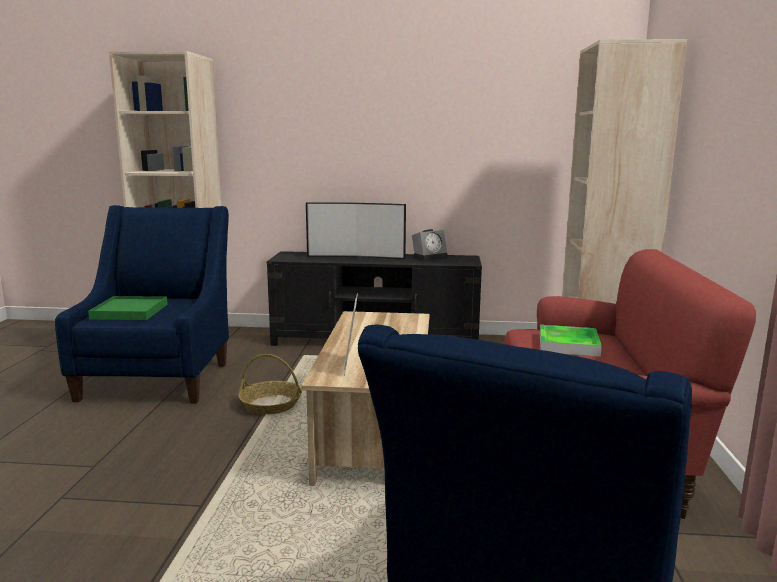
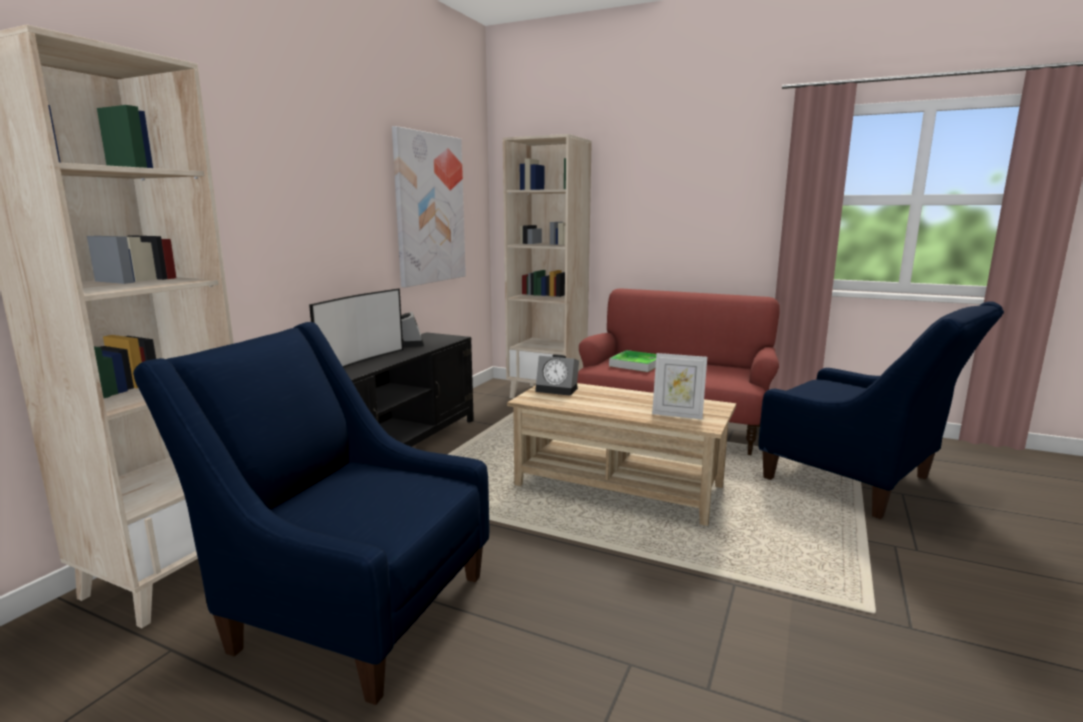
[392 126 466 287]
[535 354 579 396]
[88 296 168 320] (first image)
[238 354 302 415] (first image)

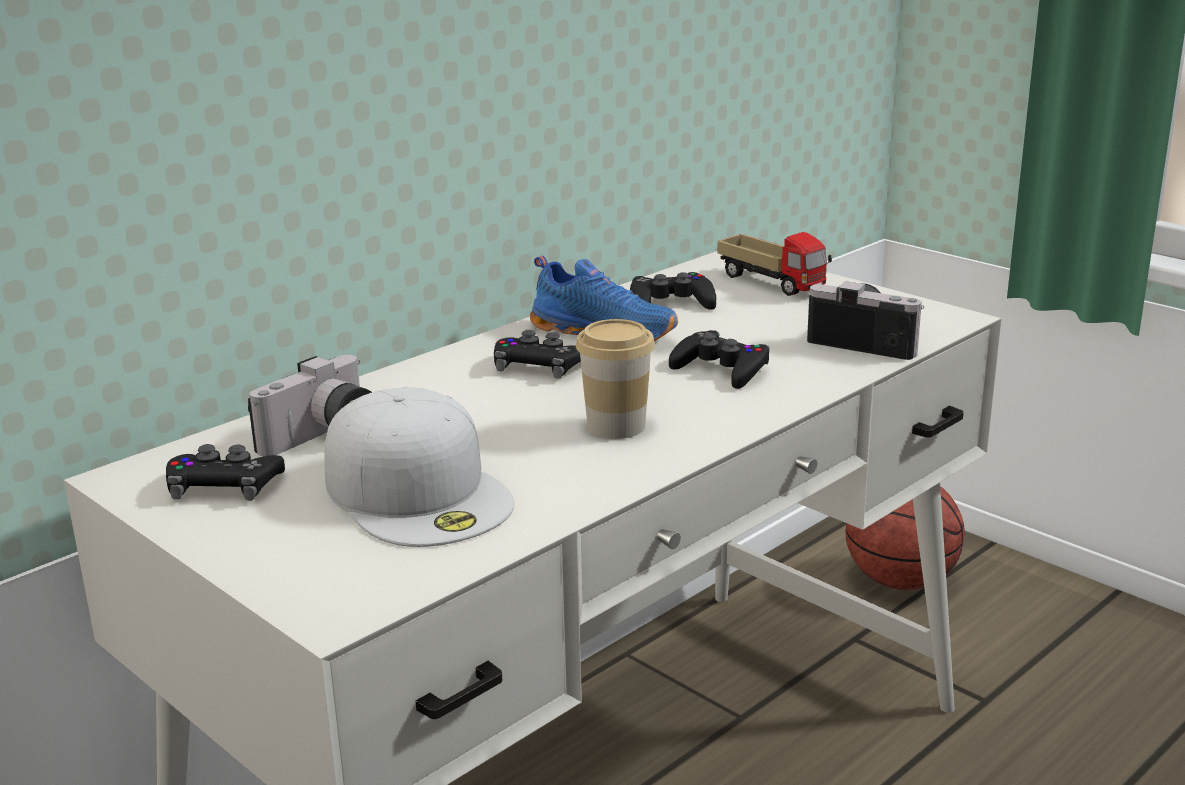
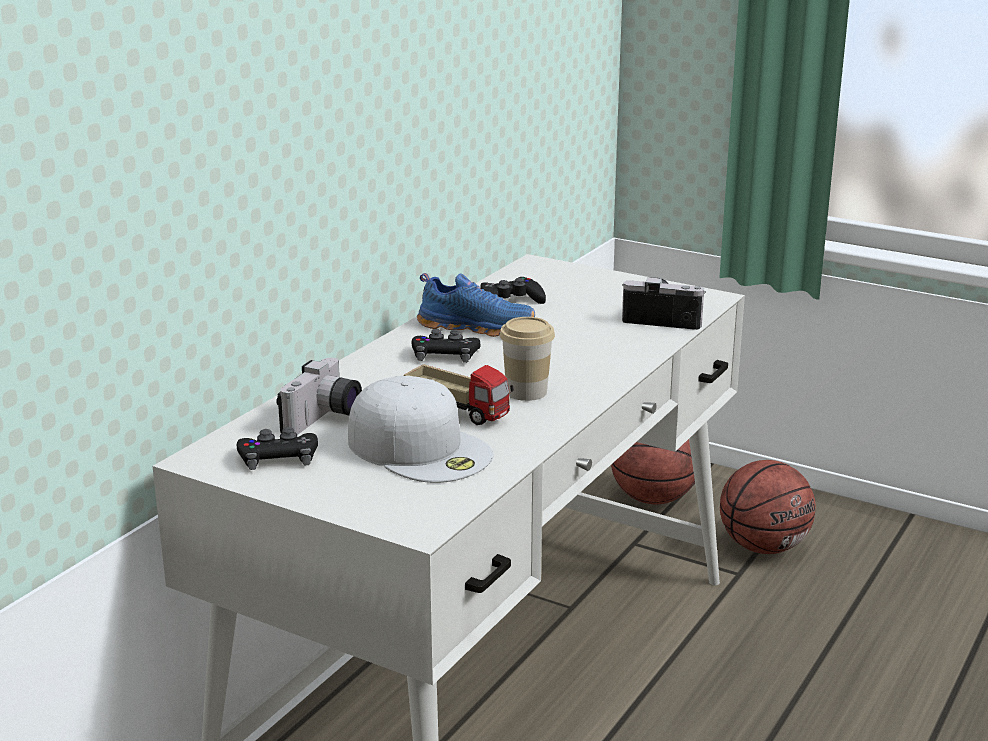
[404 364 514 425]
[720 460 816 554]
[669 330 770 389] (first image)

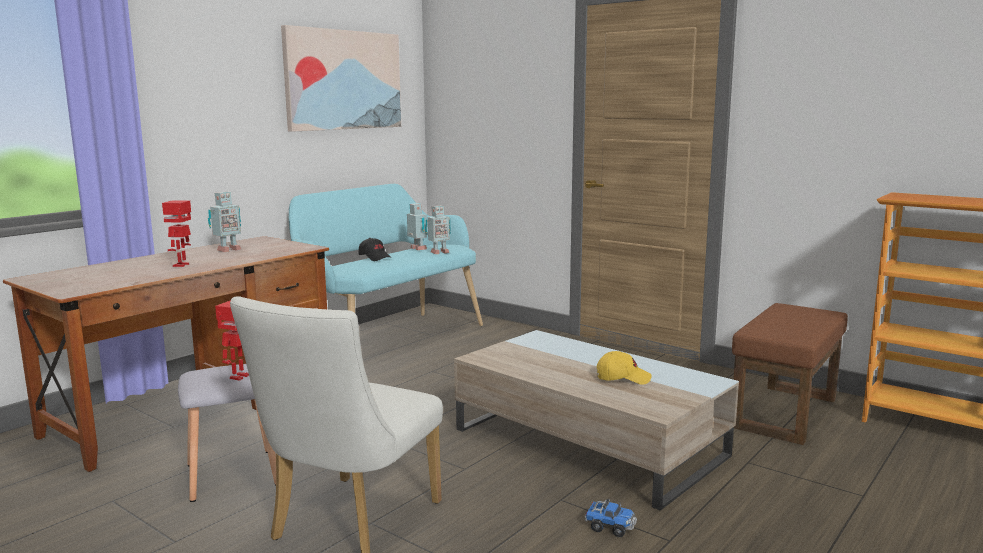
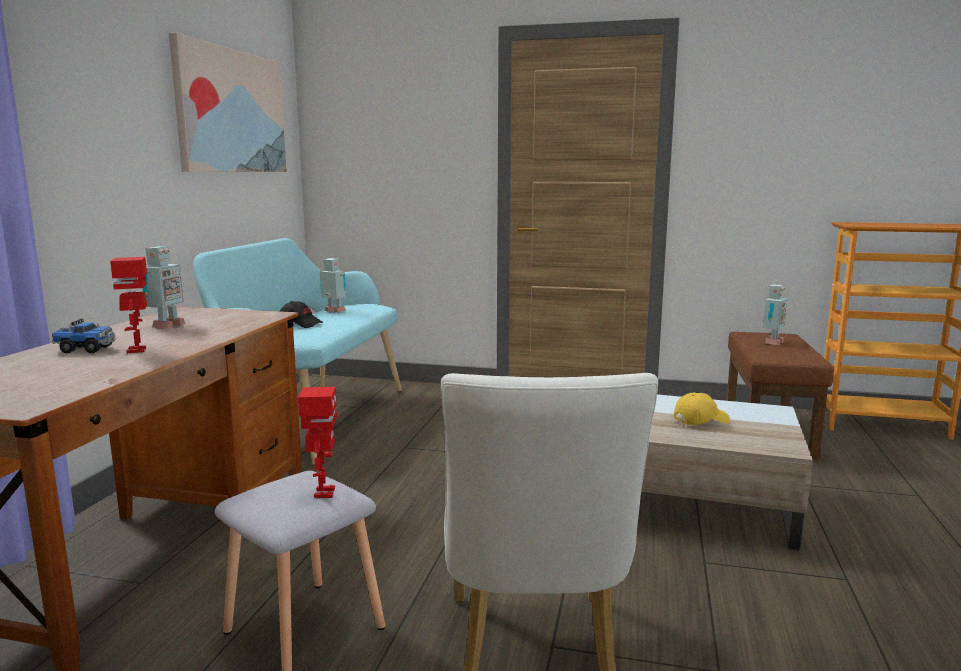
[52 319 116 353]
[763 285 787 345]

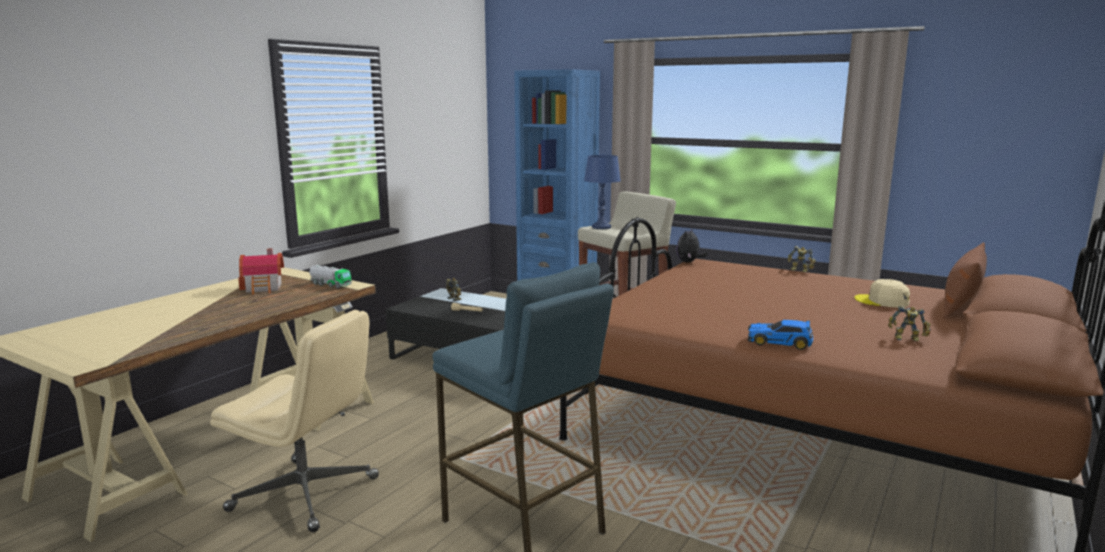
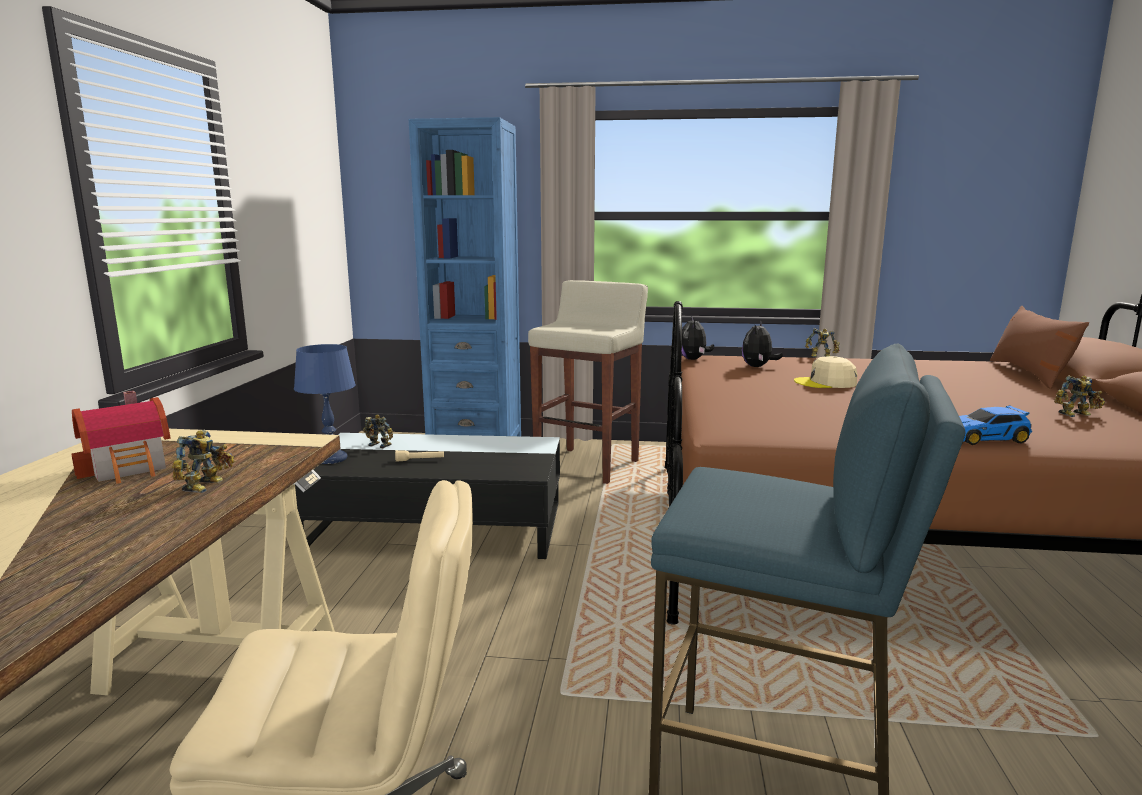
[172 430 234 493]
[294 344 356 464]
[742 321 783 367]
[794 356 858 388]
[309 265 352 289] (first image)

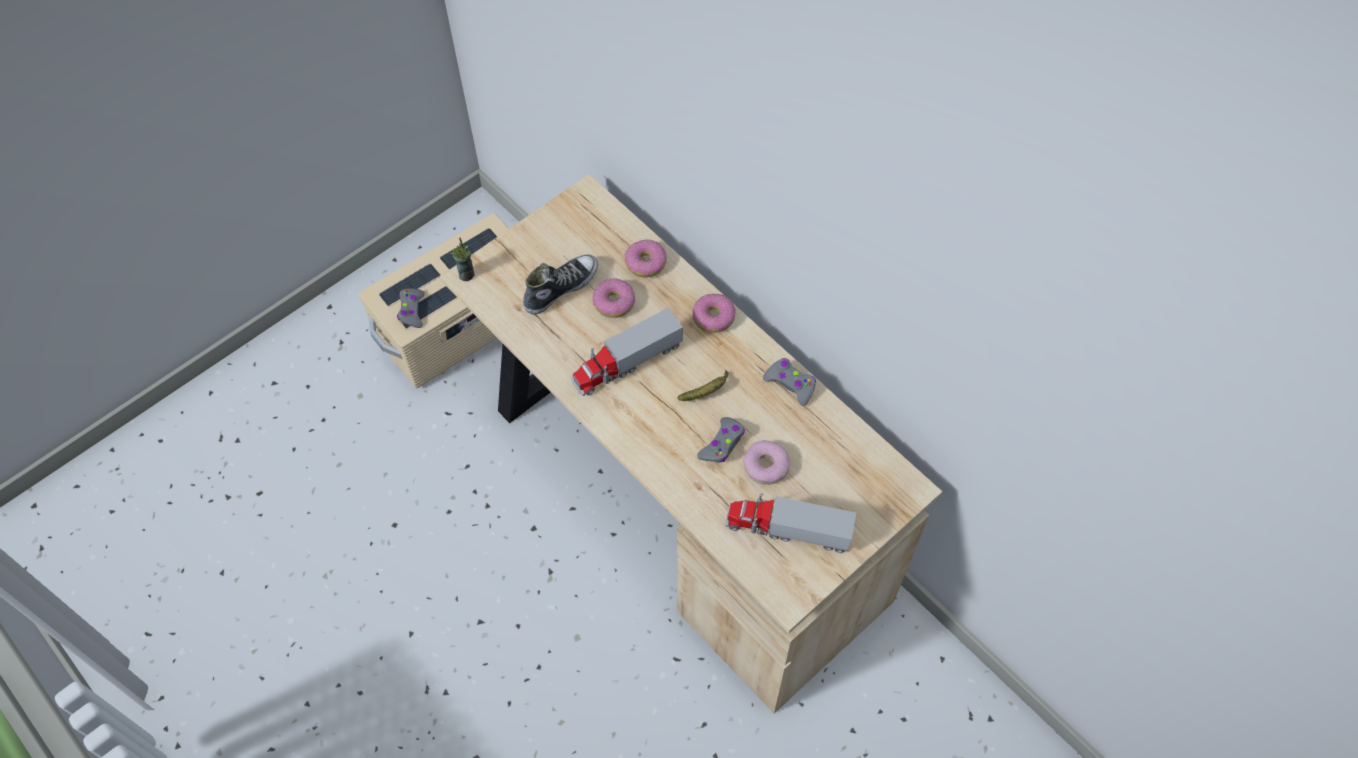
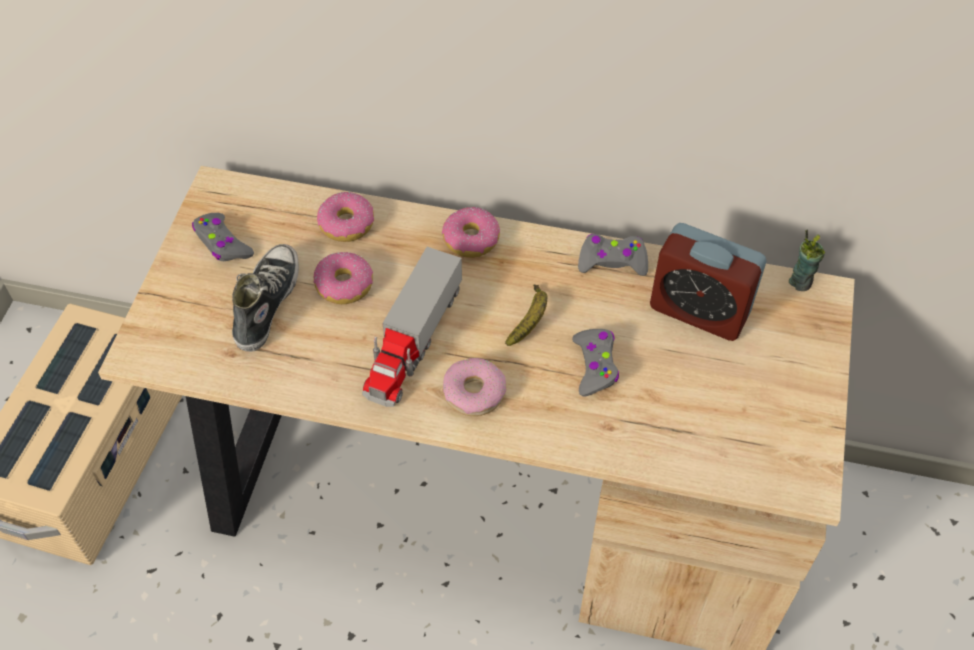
[192 213 254 261]
[443 358 506 416]
[650 223 767 341]
[789 230 825 291]
[725 493 856 553] (first image)

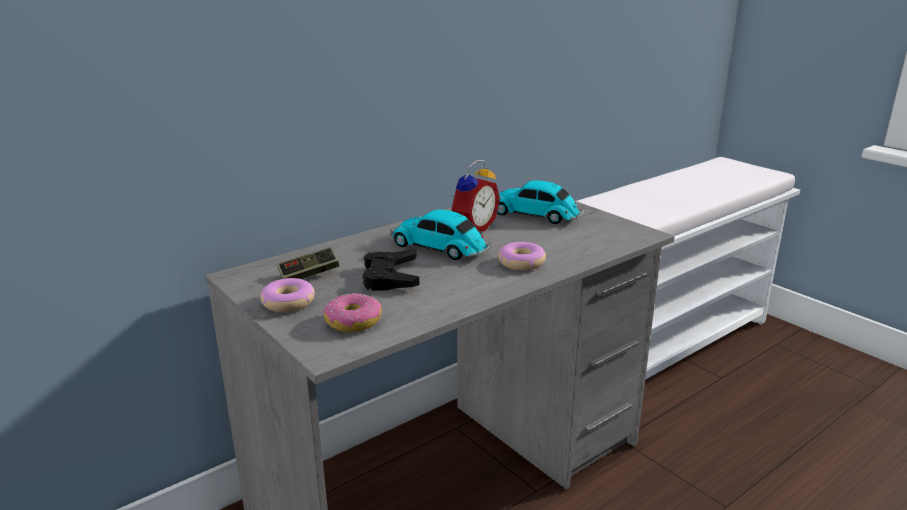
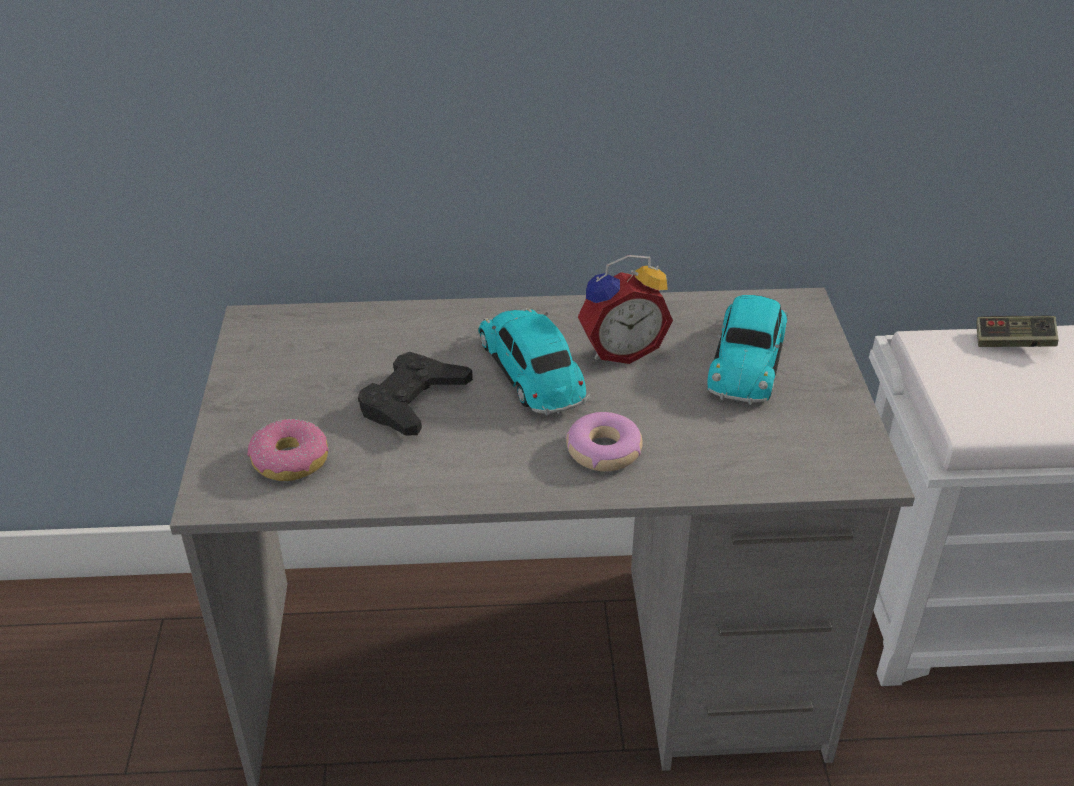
[707 295 788 405]
[977 316 1058 347]
[260 278 315 312] (first image)

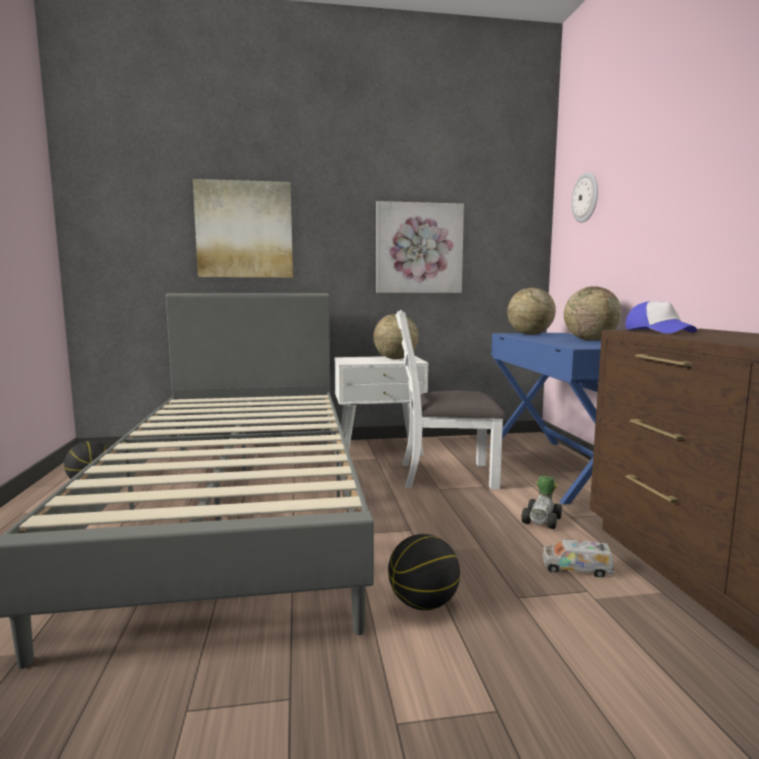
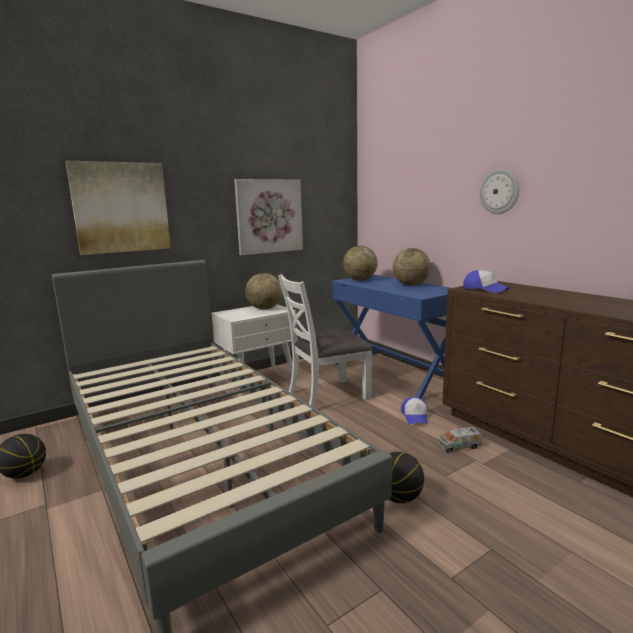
[401 397 428 424]
[480 169 519 214]

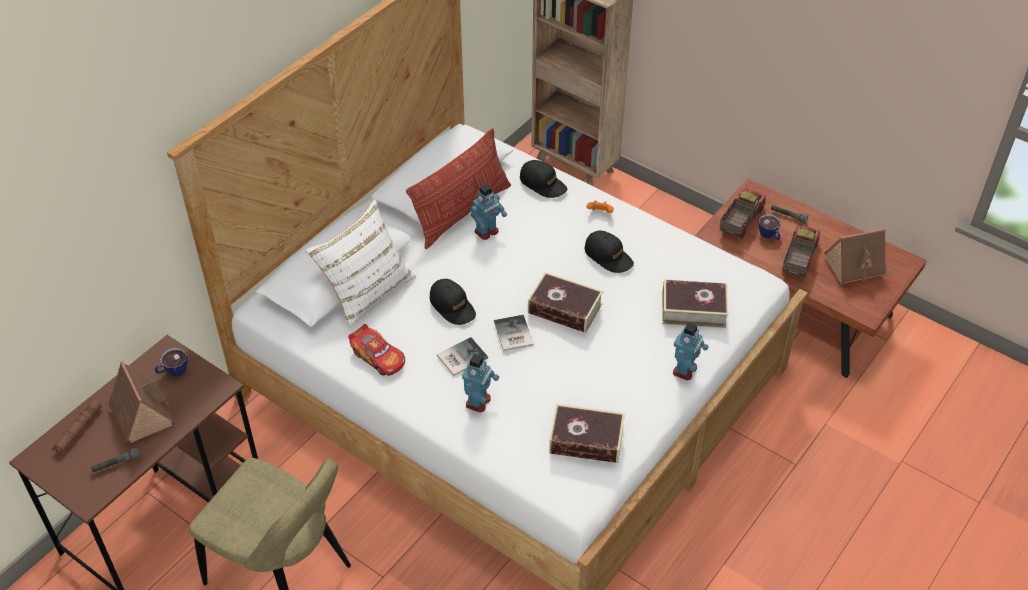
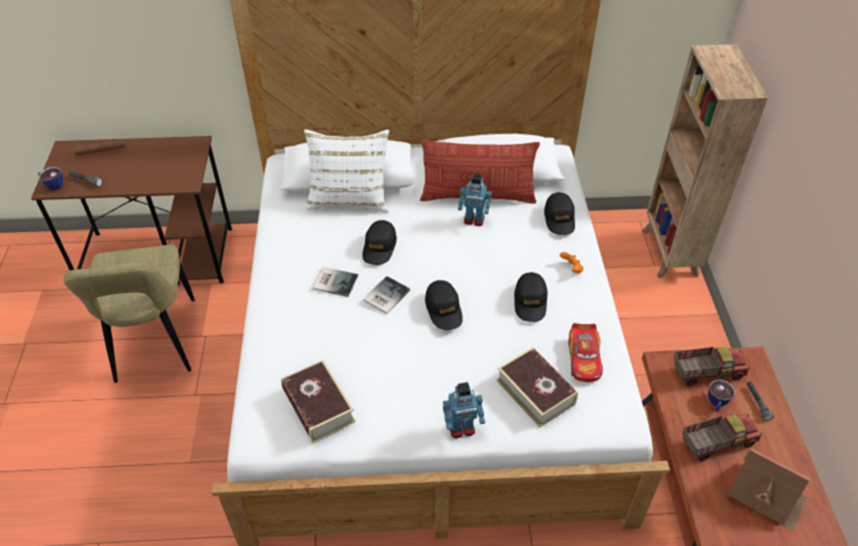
[38 167 63 191]
[425 280 463 330]
[569 323 603 382]
[108 361 175 443] (first image)
[462 354 499 412] (first image)

